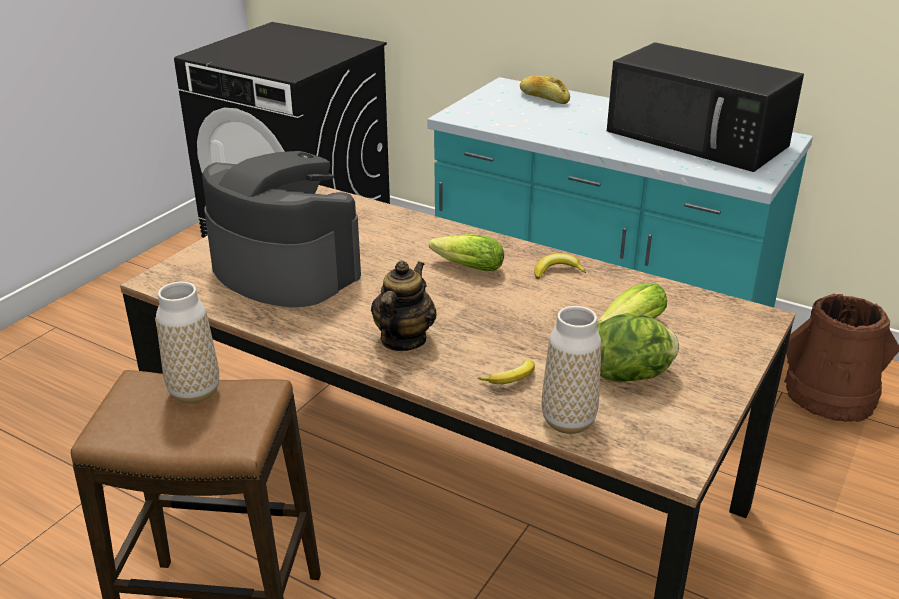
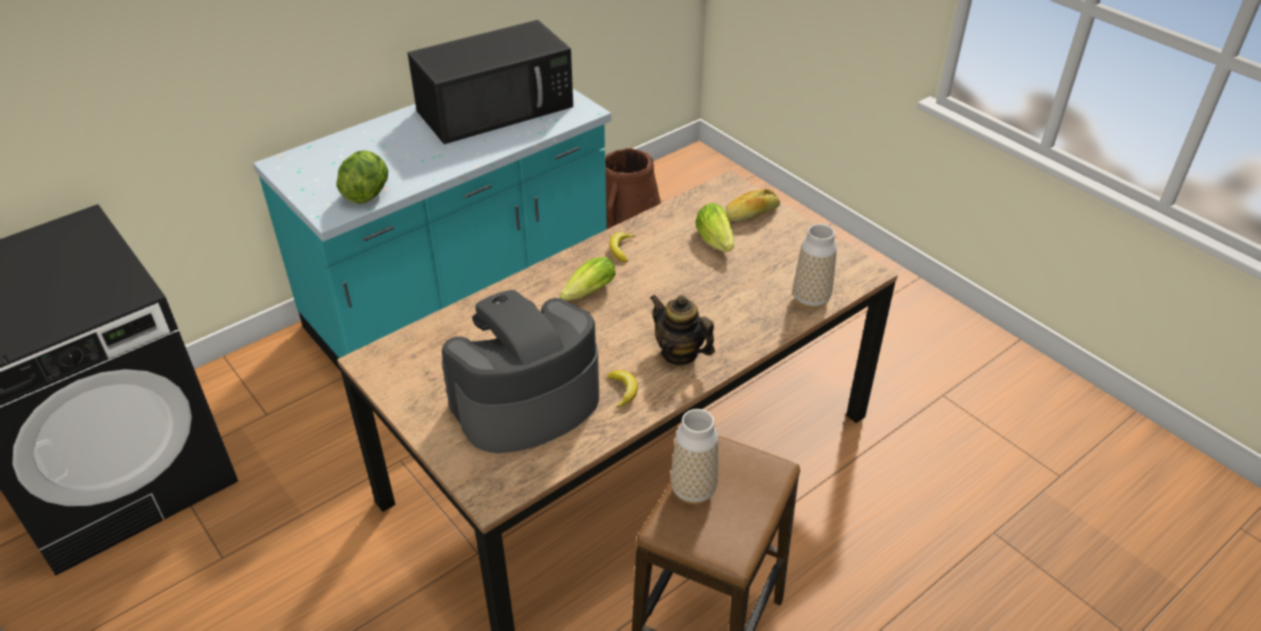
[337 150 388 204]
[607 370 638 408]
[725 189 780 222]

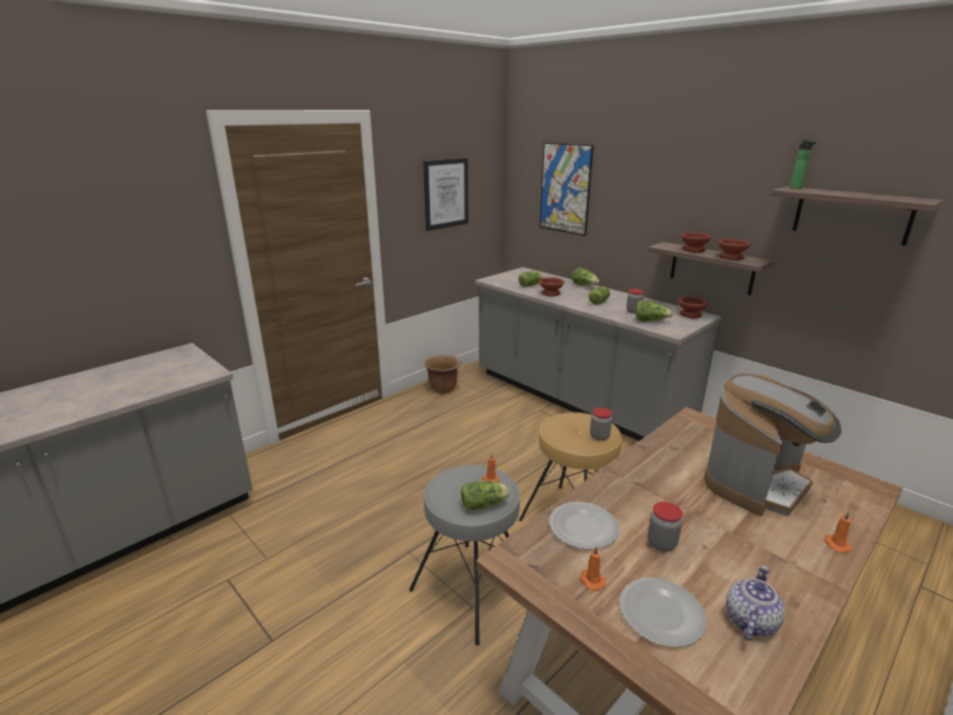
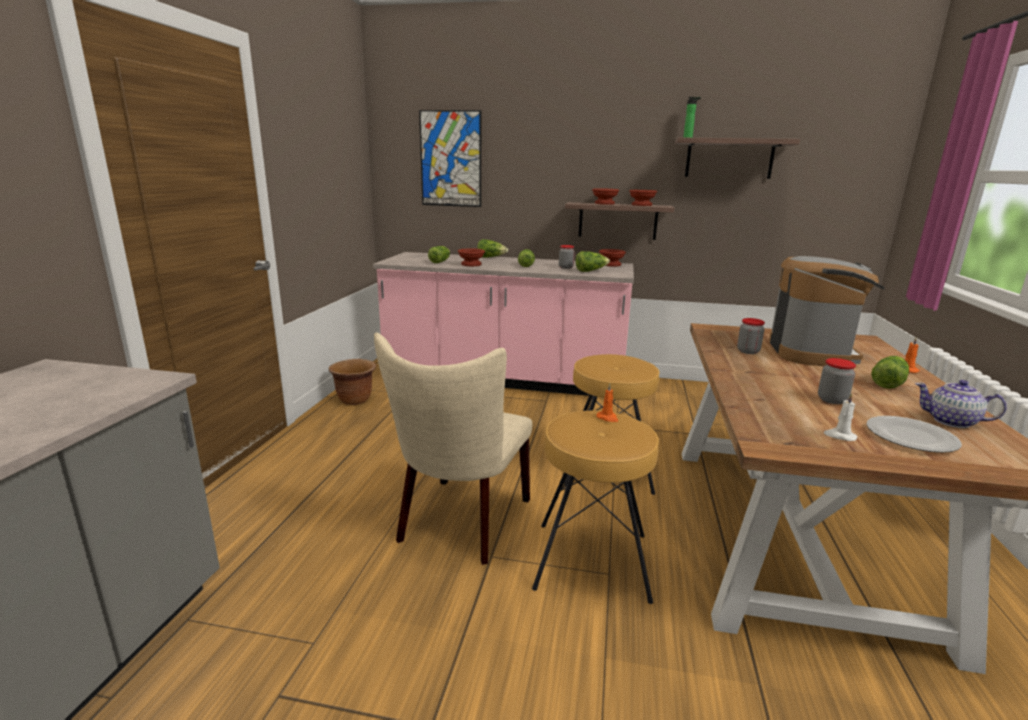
[373 252 634 396]
[374 333 532 565]
[532 411 659 604]
[737 318 765 354]
[823 393 857 441]
[871 356 909 389]
[915 380 1007 428]
[423 158 468 231] (first image)
[549 502 619 550] (first image)

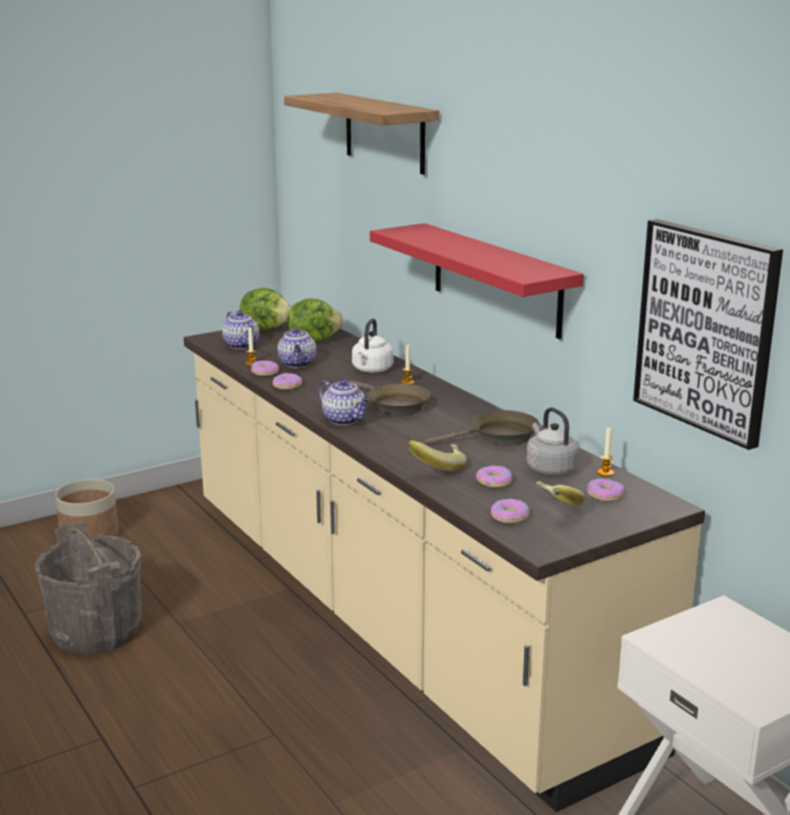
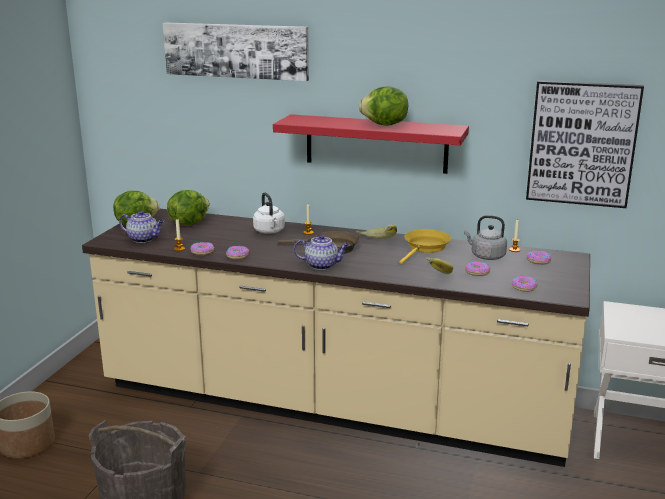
[163 23 309 81]
[356 224 397 239]
[358 86 408 126]
[399 229 451 264]
[277 327 317 368] (first image)

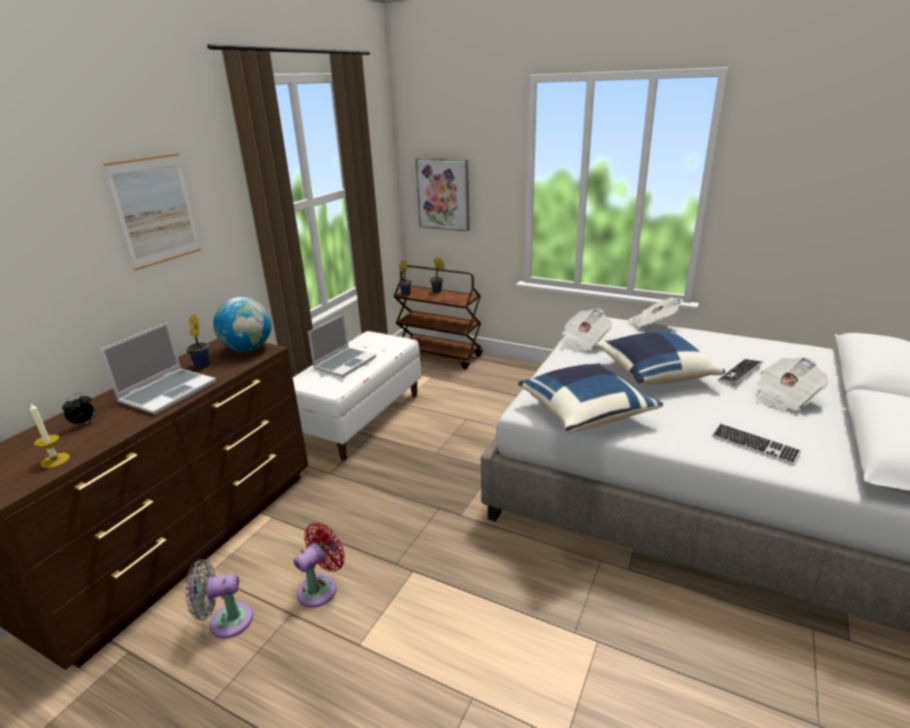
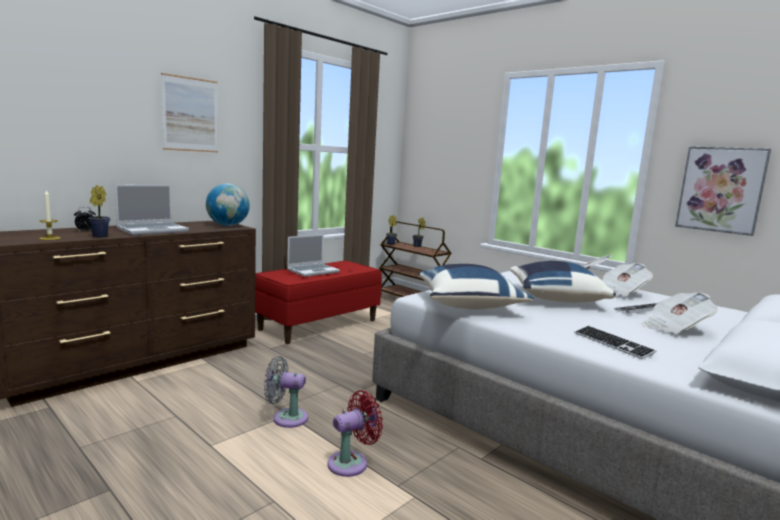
[88 185 110 238]
[255 261 382 344]
[264 356 308 428]
[328 390 383 477]
[602 263 653 296]
[675 147 771 236]

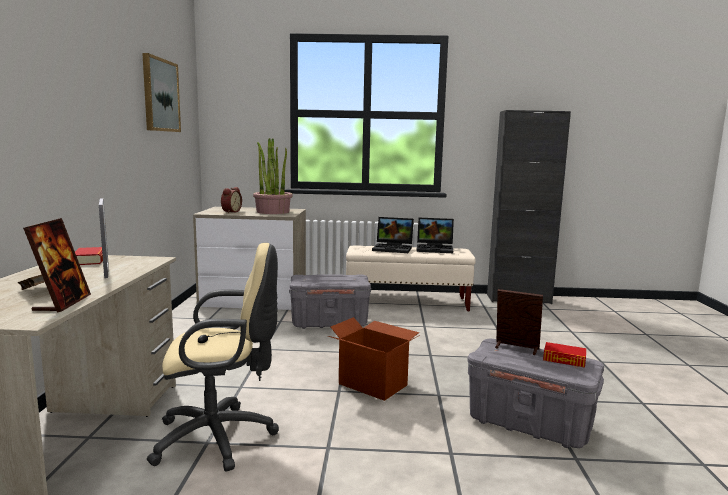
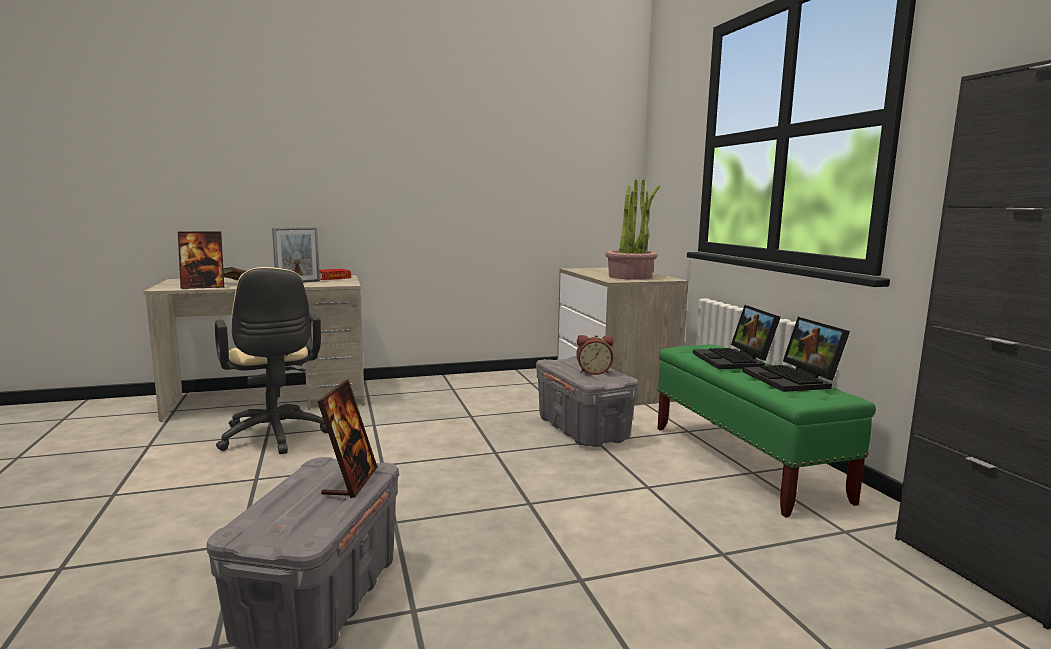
[576 335 614 375]
[657 345 876 517]
[142 53 181 132] (first image)
[328 317 420 401] (first image)
[543 342 586 368] (first image)

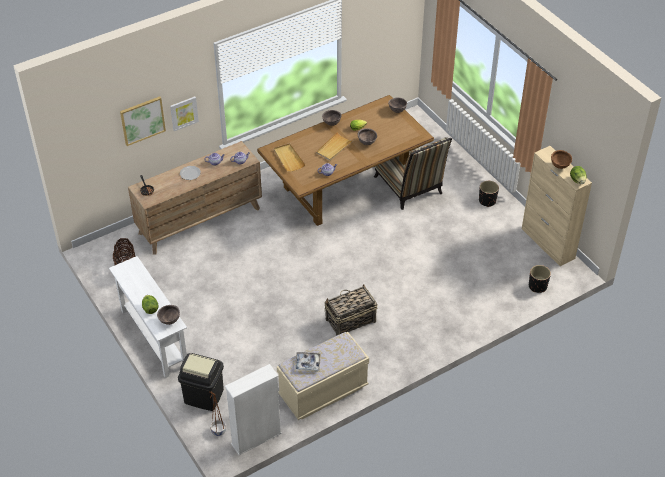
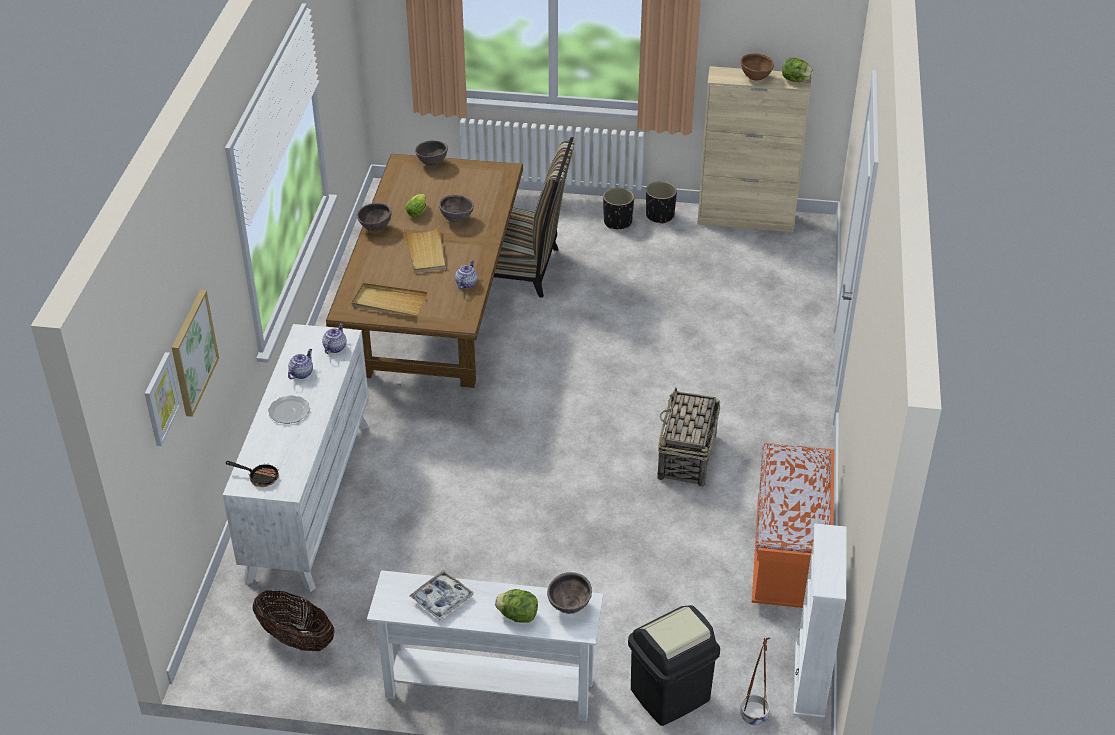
[145 352 181 446]
[223 324 369 592]
[409 570 474 620]
[646 181 677 224]
[752 443 834 608]

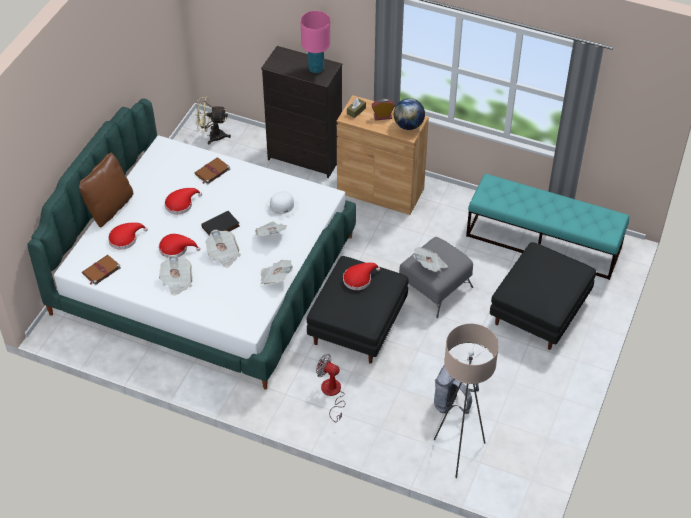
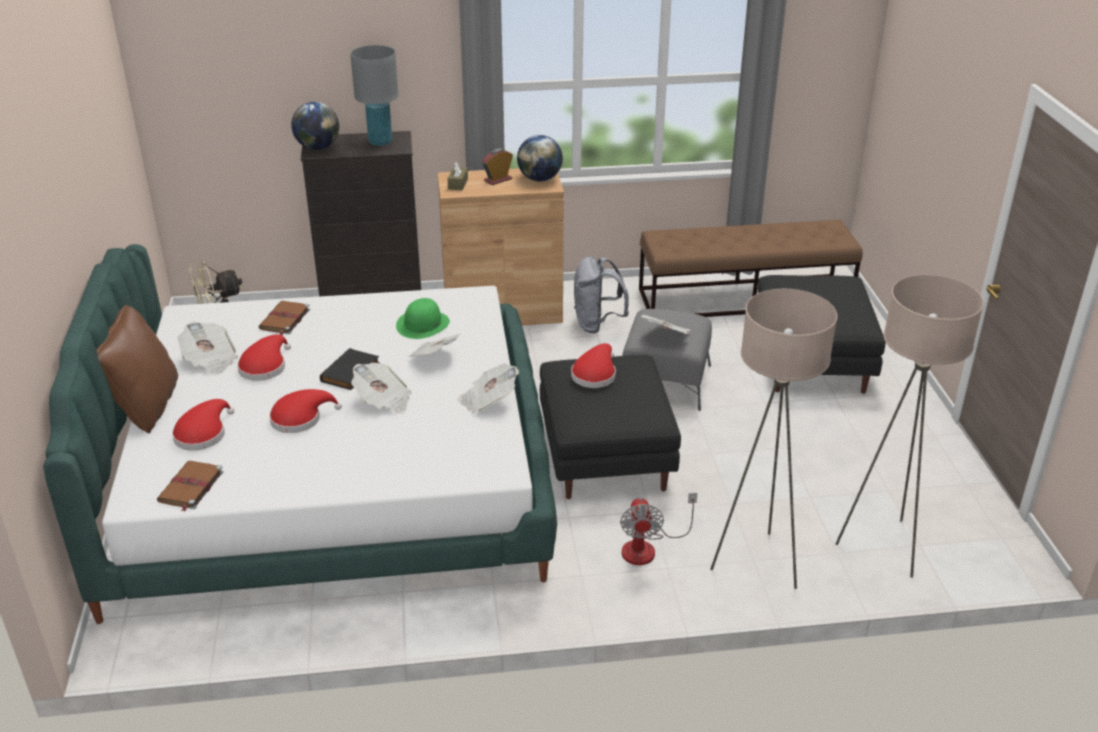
[177 321 238 375]
[291 102 339 150]
[350 45 398 146]
[396 298 450 339]
[574 256 629 333]
[620 493 697 565]
[639 220 863 317]
[710 289 837 589]

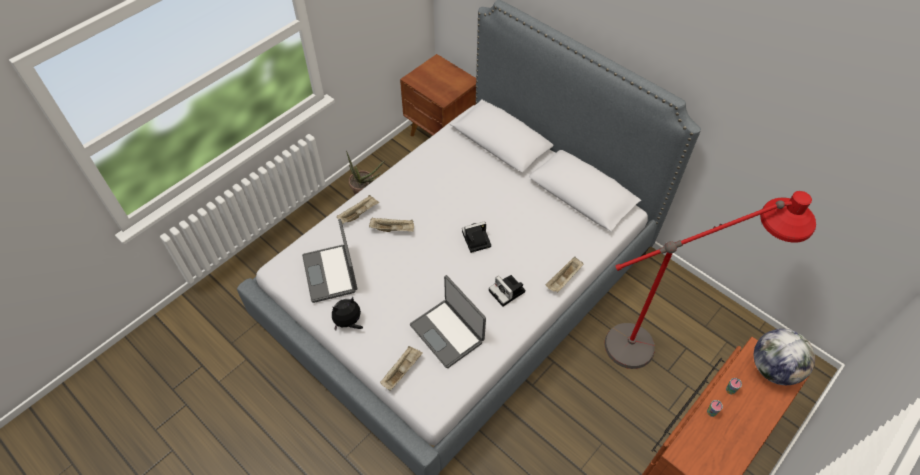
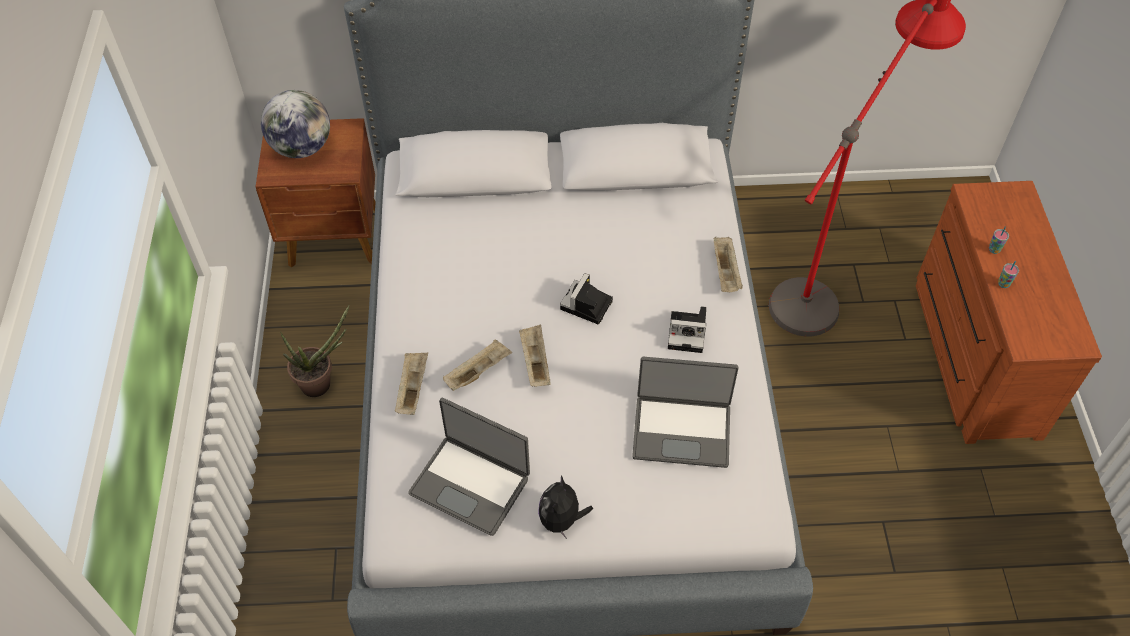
[261 90 330 158]
[519 325 551 387]

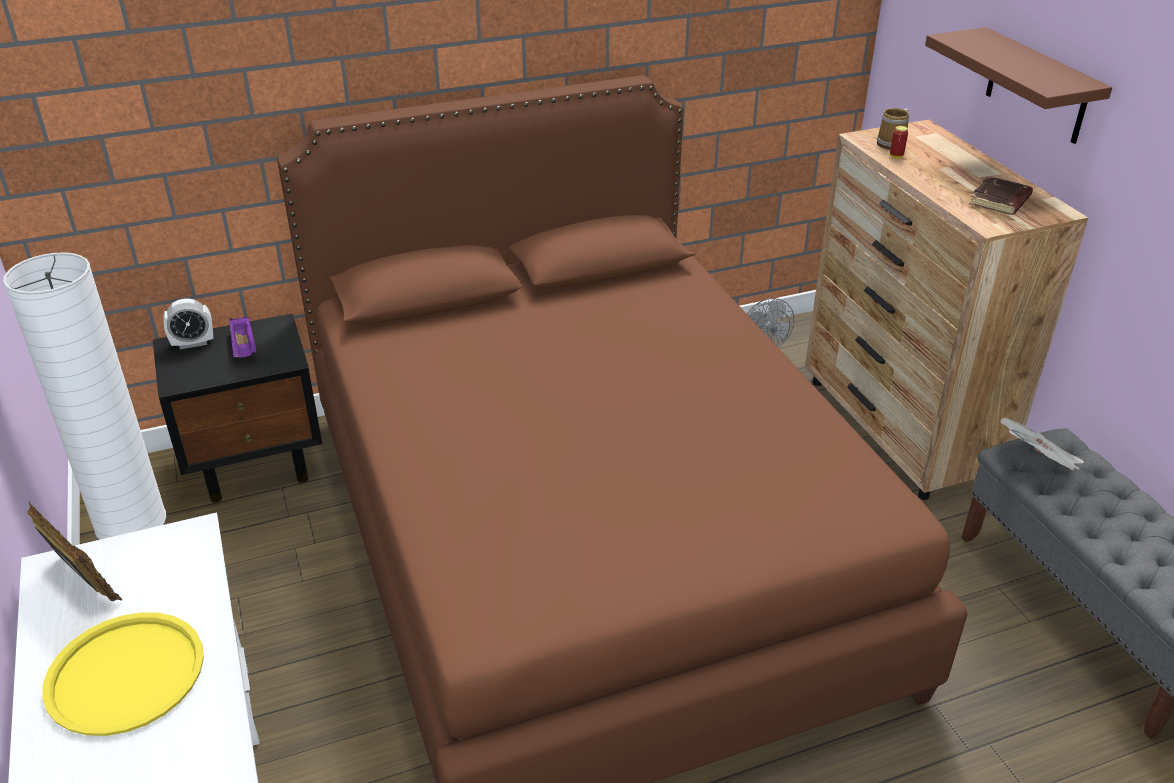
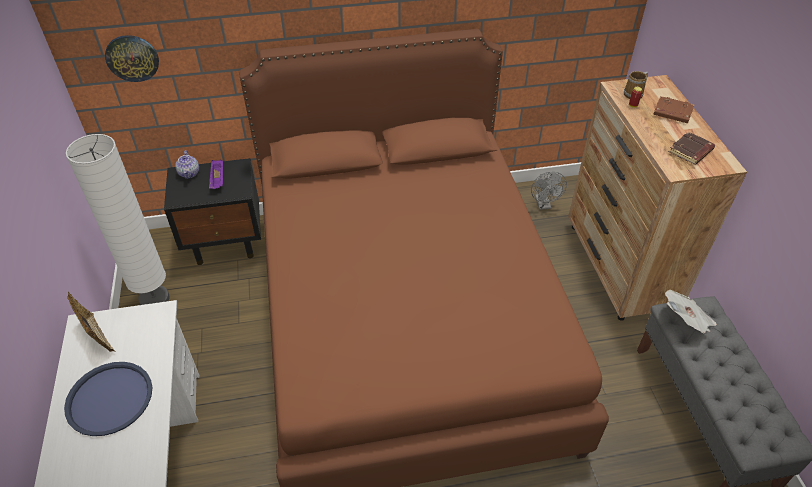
[64 362 152 436]
[105 35 159 82]
[175 150 199 179]
[654 96 695 123]
[925 27 1112 144] (first image)

